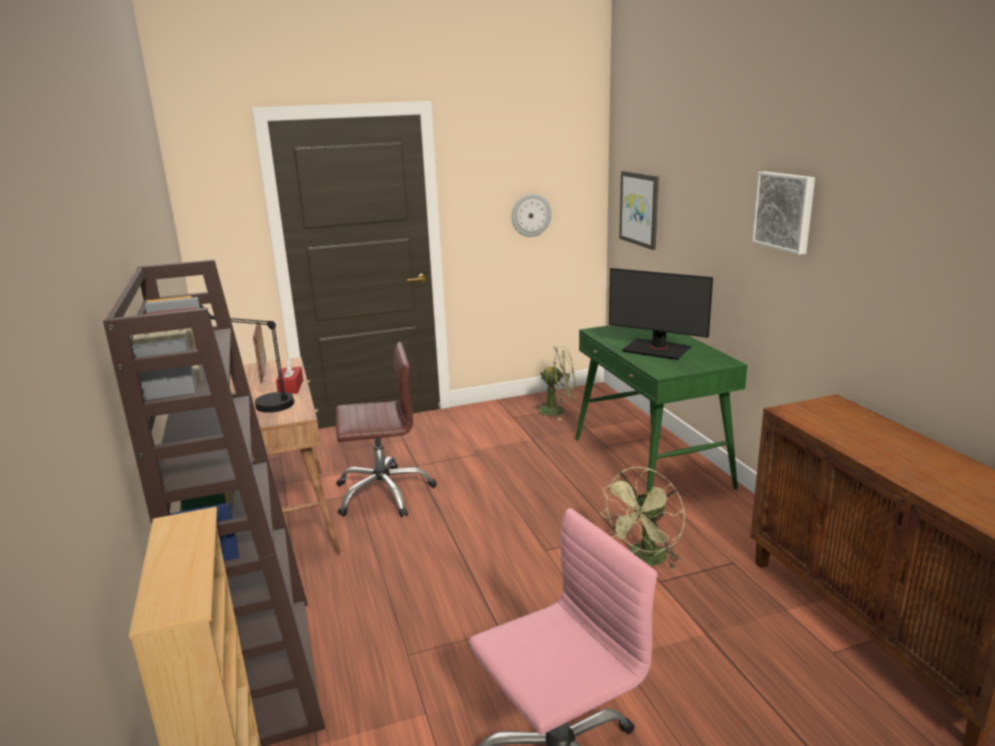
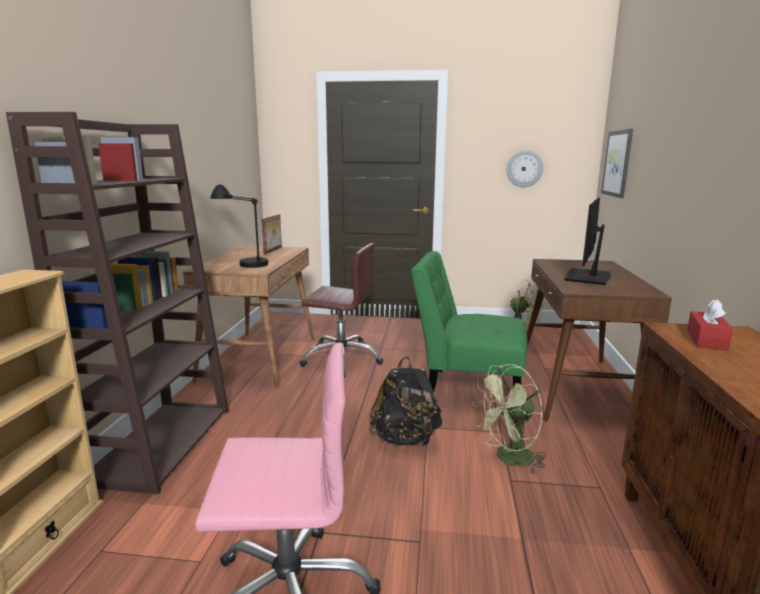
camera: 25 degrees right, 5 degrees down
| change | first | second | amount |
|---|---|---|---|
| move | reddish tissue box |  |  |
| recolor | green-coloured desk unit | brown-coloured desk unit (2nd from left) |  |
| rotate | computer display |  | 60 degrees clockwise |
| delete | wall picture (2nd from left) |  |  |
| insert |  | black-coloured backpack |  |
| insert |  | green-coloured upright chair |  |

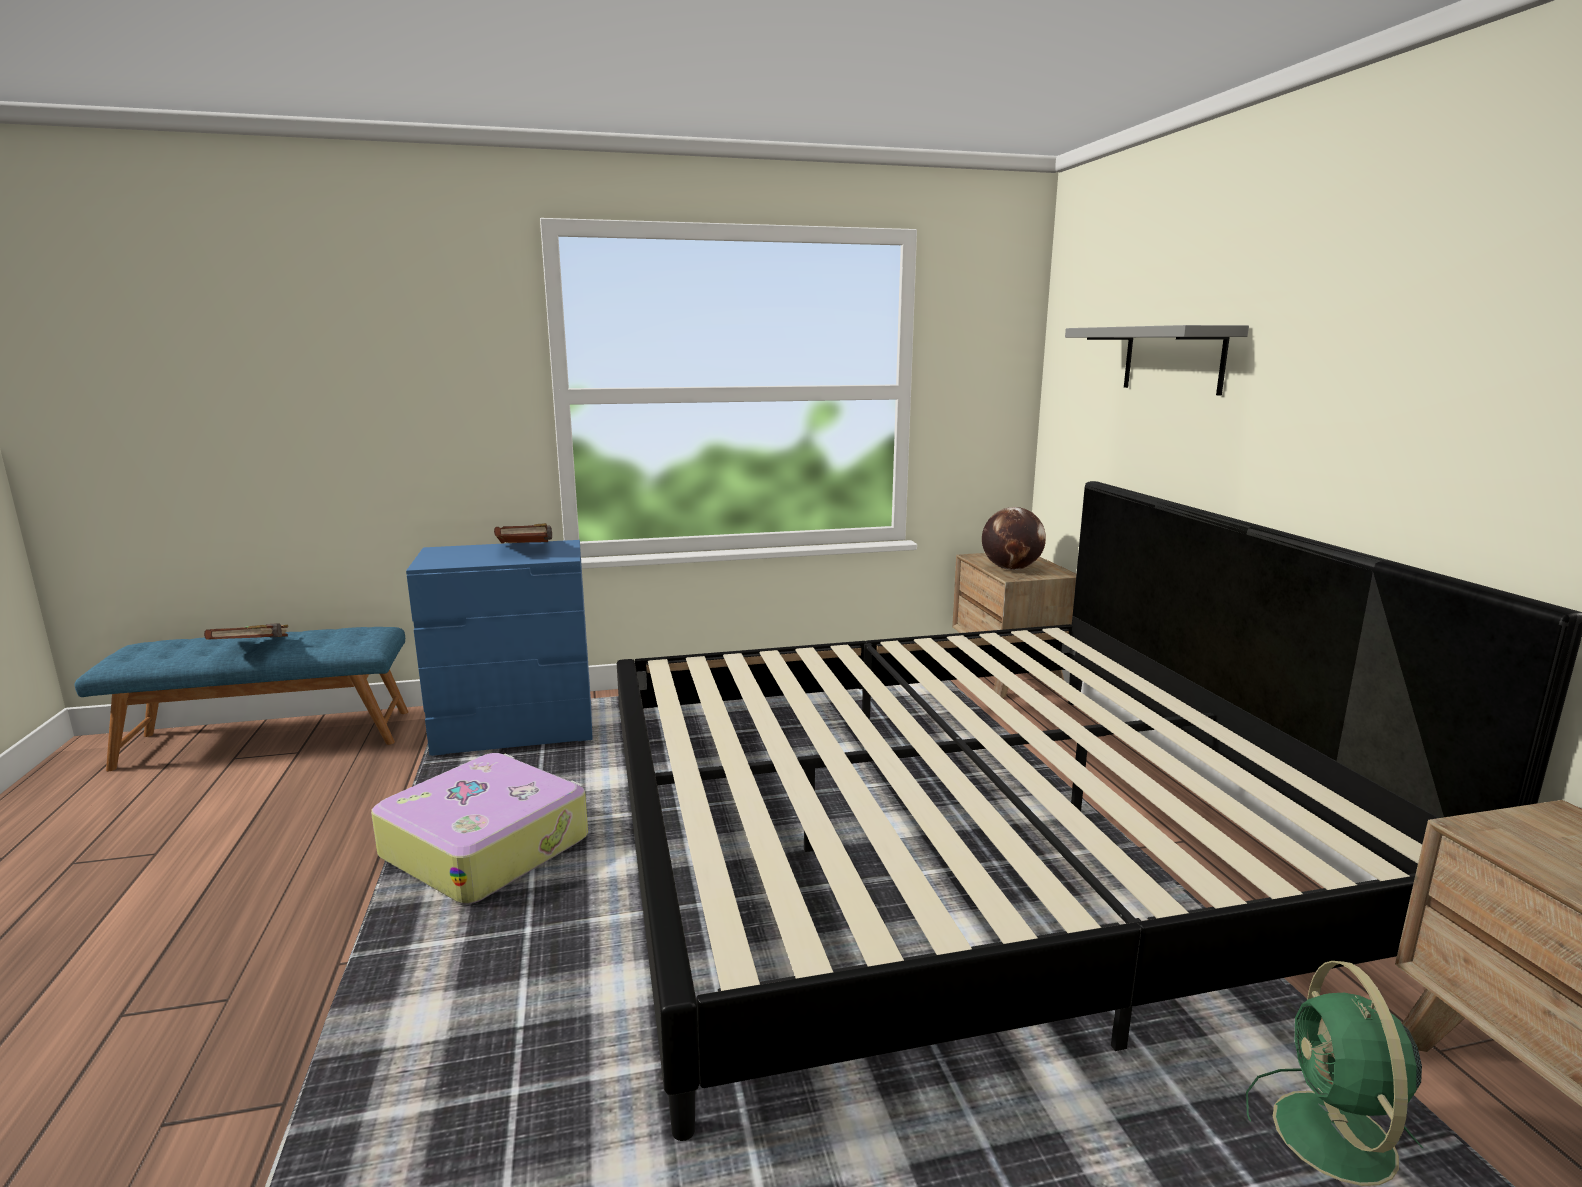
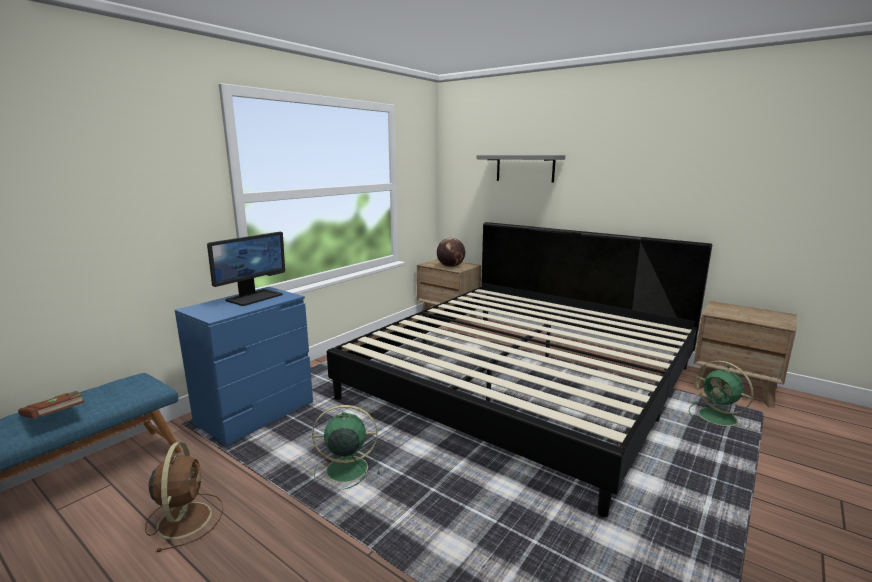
camera: 40 degrees left, 0 degrees up
| change | first | second | amount |
|---|---|---|---|
| replace | suitcase | green-coloured electric fan (1st from left) |  |
| replace | brown-coloured volume (2nd from left) | computer display |  |
| insert |  | brown-coloured electric fan |  |

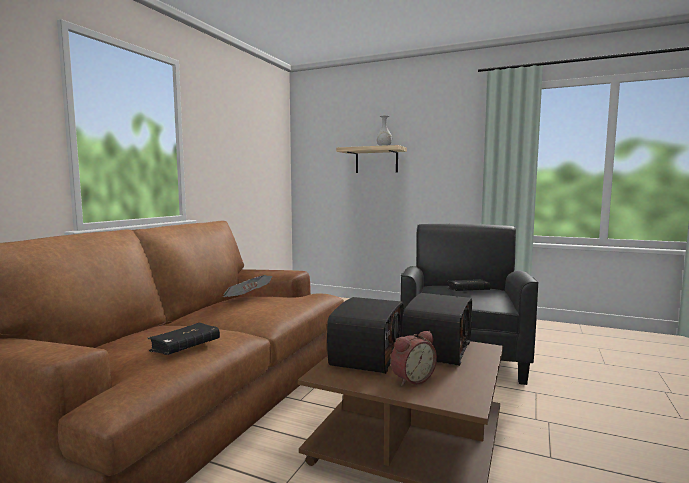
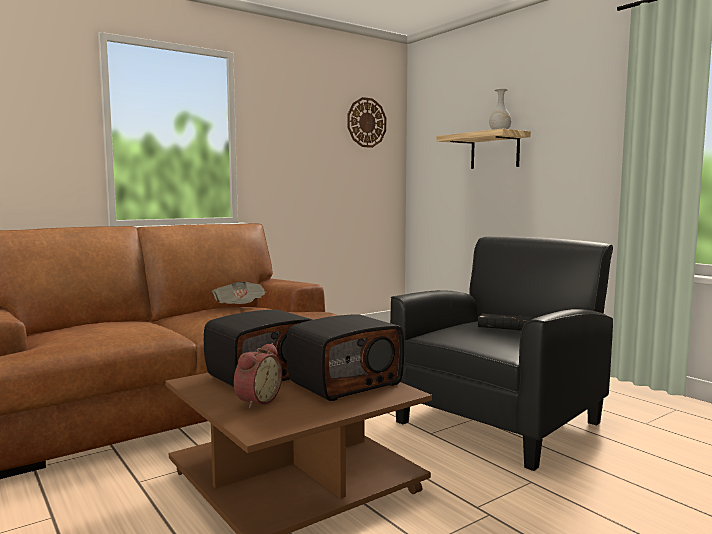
camera: 30 degrees right, 0 degrees up
| change | first | second | amount |
|---|---|---|---|
| delete | black-coloured volume (1st from left) |  |  |
| rotate | table clock |  | 60 degrees counterclockwise |
| insert |  | hanging clock |  |

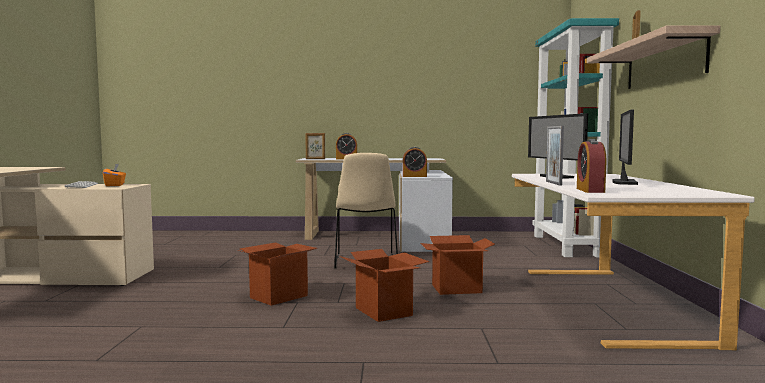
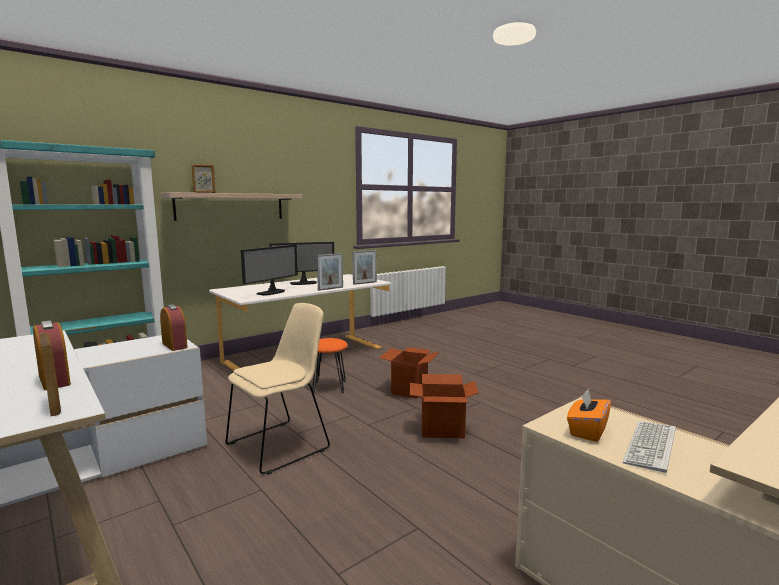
camera: 130 degrees left, 5 degrees up
| change | first | second | amount |
|---|---|---|---|
| replace | cardboard box (3rd from left) | orangey stool |  |
| replace | table clock (3rd from left) | photo frame (4th from left) |  |

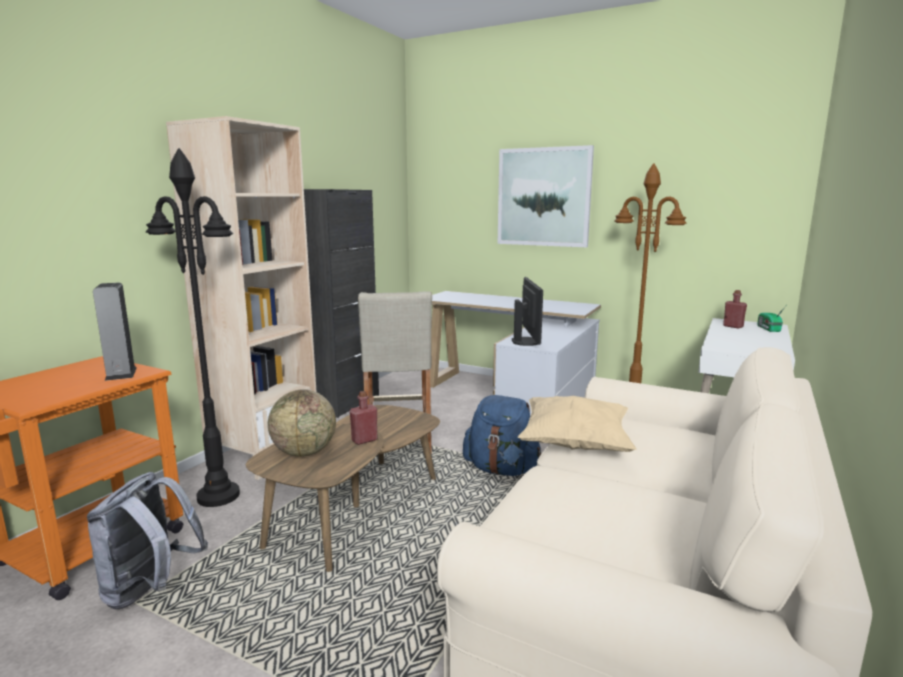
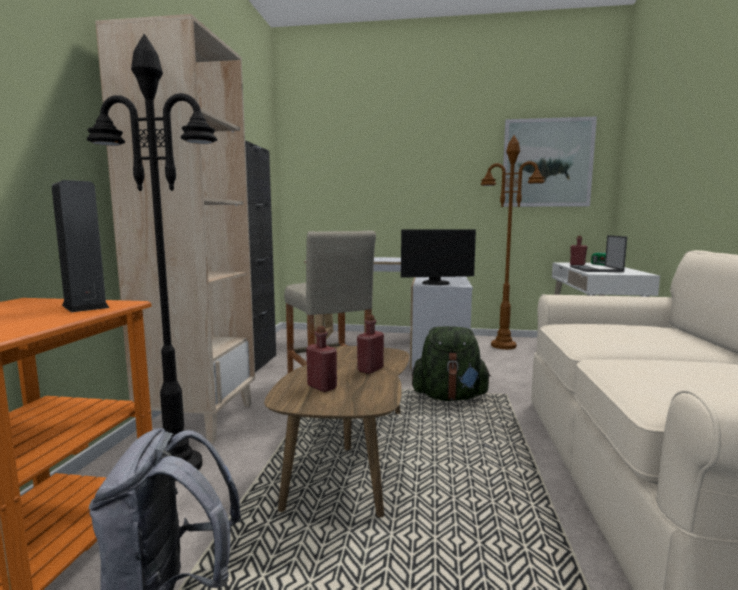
camera: 20 degrees left, 5 degrees down
| change | first | second | amount |
|---|---|---|---|
| replace | desk globe | reddish beverage bottle (1st from left) |  |
| recolor | bluish backpack | green-coloured backpack |  |
| move | wall picture |  |  |
| rotate | computer display |  | 105 degrees clockwise |
| delete | sand-coloured cushion |  |  |
| insert |  | portable computer |  |

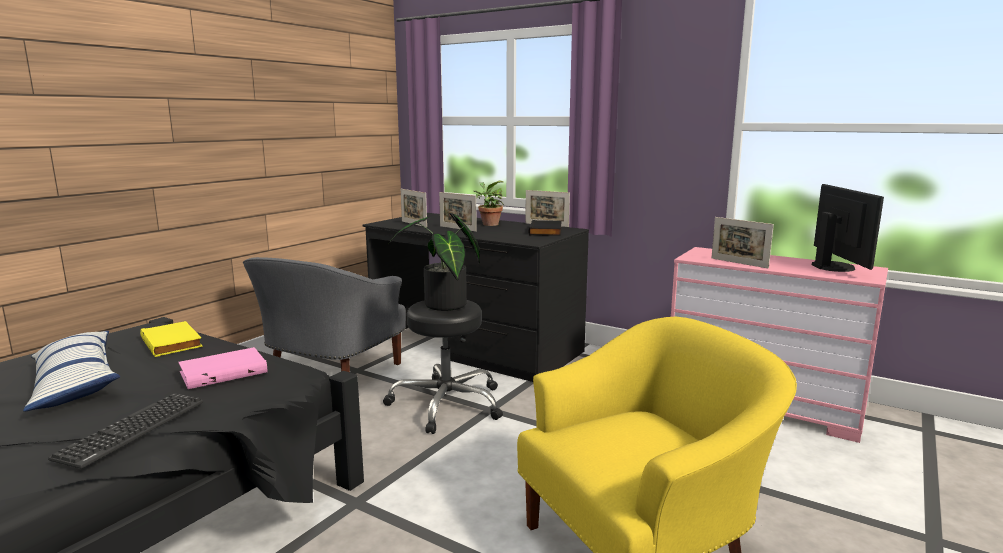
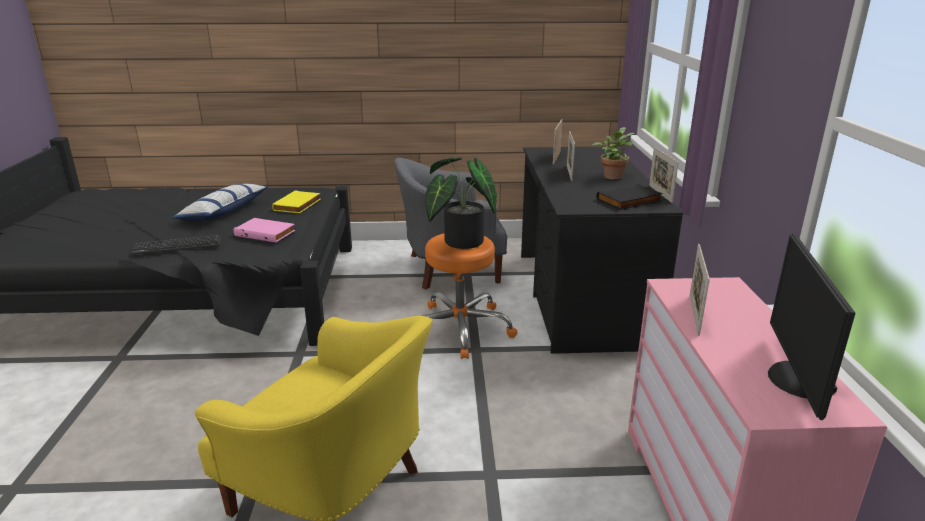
camera: 55 degrees right, 10 degrees up
| change | first | second | amount |
|---|---|---|---|
| recolor | black-coloured stool | orangey stool |  |
| rotate | computer display |  | 135 degrees clockwise |

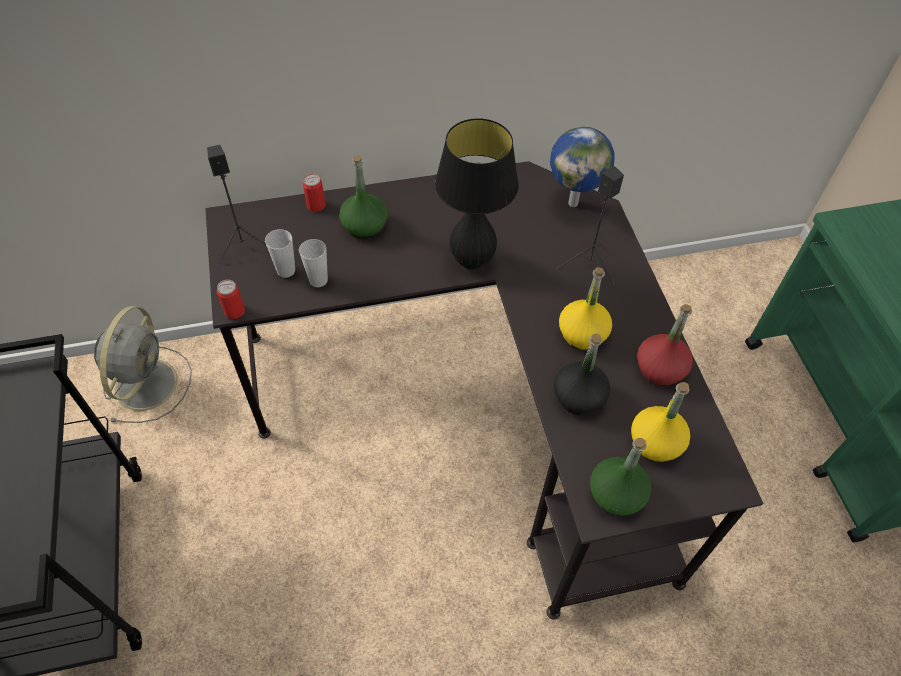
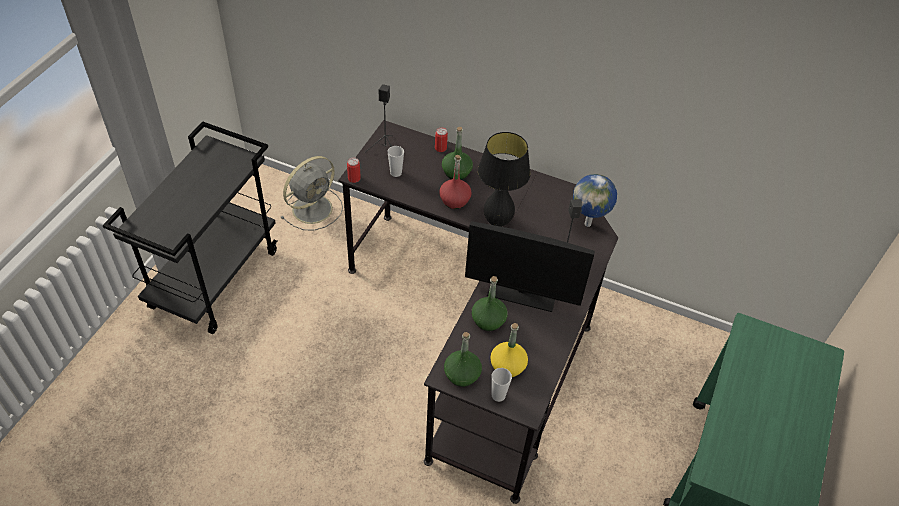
camera: 35 degrees right, 5 degrees down
| change | first | second | amount |
|---|---|---|---|
| move | drinking cup (2nd from left) |  |  |
| recolor | black-coloured beverage bottle | green-coloured beverage bottle (3rd from left) |  |
| replace | yellow-coloured beverage bottle (1st from left) | computer display |  |
| move | reddish beverage bottle |  |  |

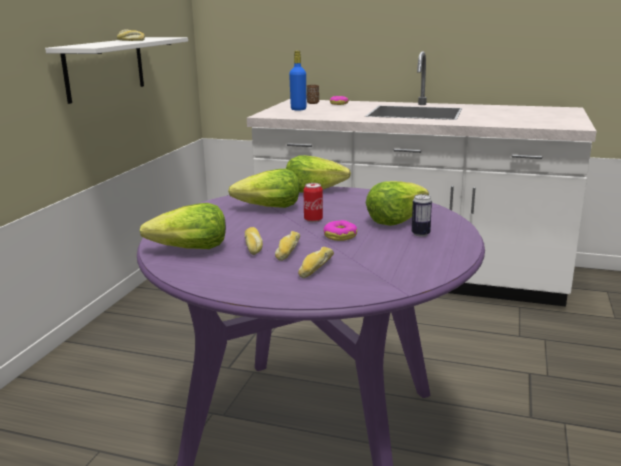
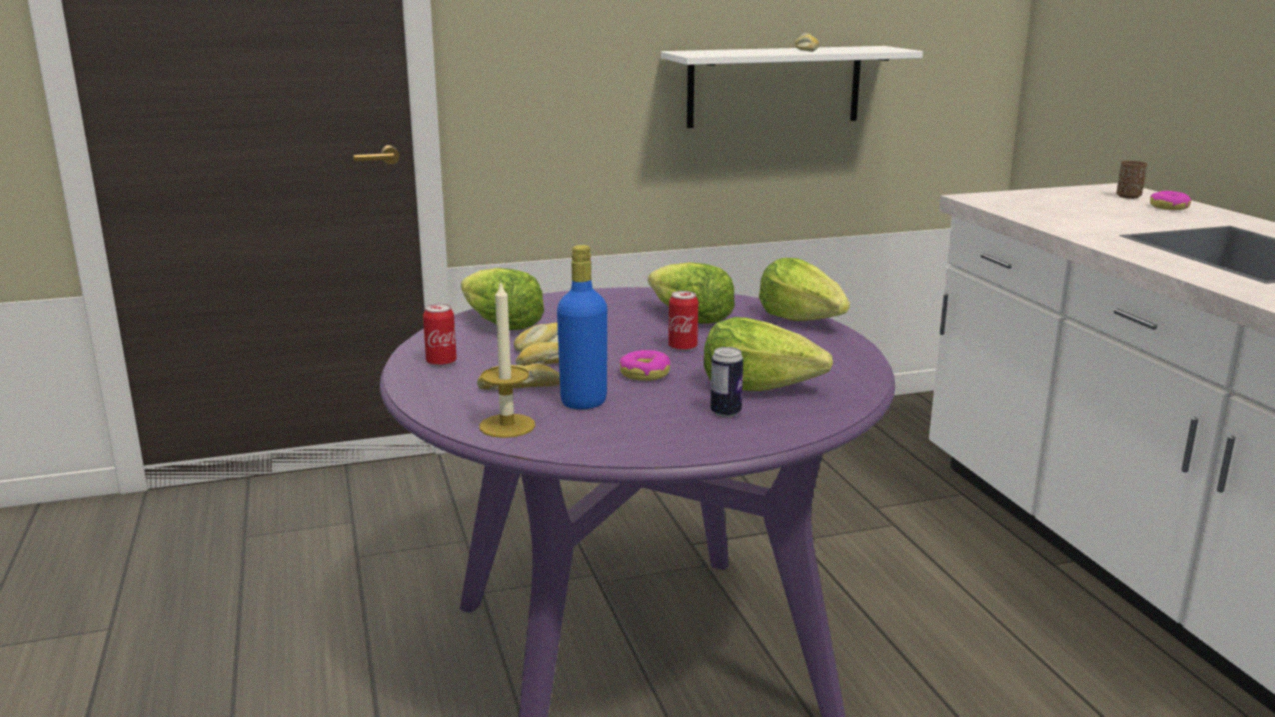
camera: 55 degrees right, 0 degrees up
| change | first | second | amount |
|---|---|---|---|
| move | bluish beverage bottle |  |  |
| insert |  | can (1st from left) |  |
| insert |  | candle |  |

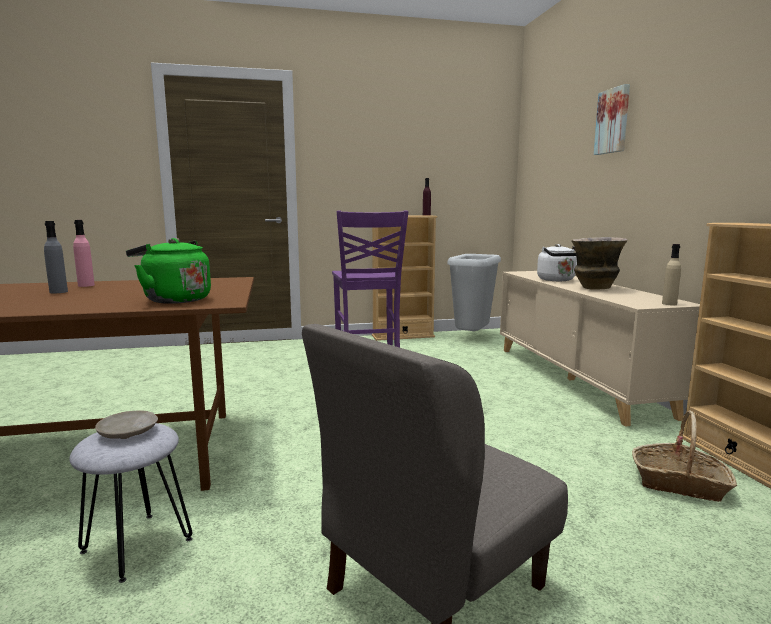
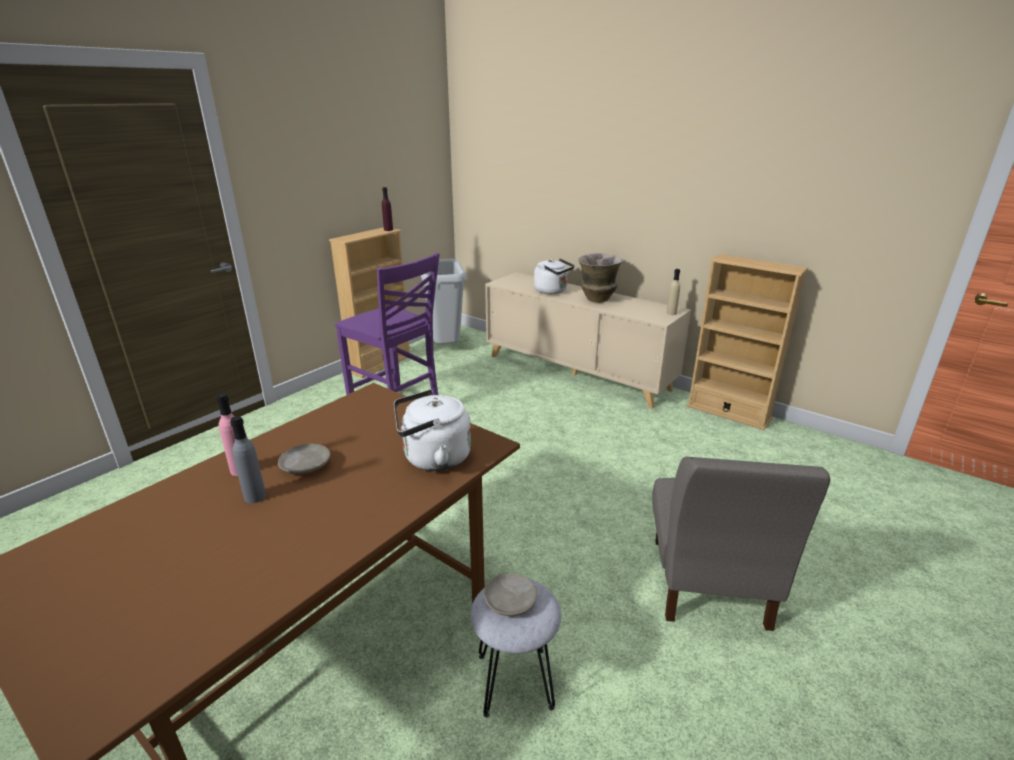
camera: 40 degrees left, 15 degrees up
| change | first | second | amount |
|---|---|---|---|
| recolor | green-coloured kettle | white-coloured kettle (1st from left) |  |
| delete | wall picture |  |  |
| delete | household basket |  |  |
| insert |  | sand-coloured plate (1st from left) |  |

